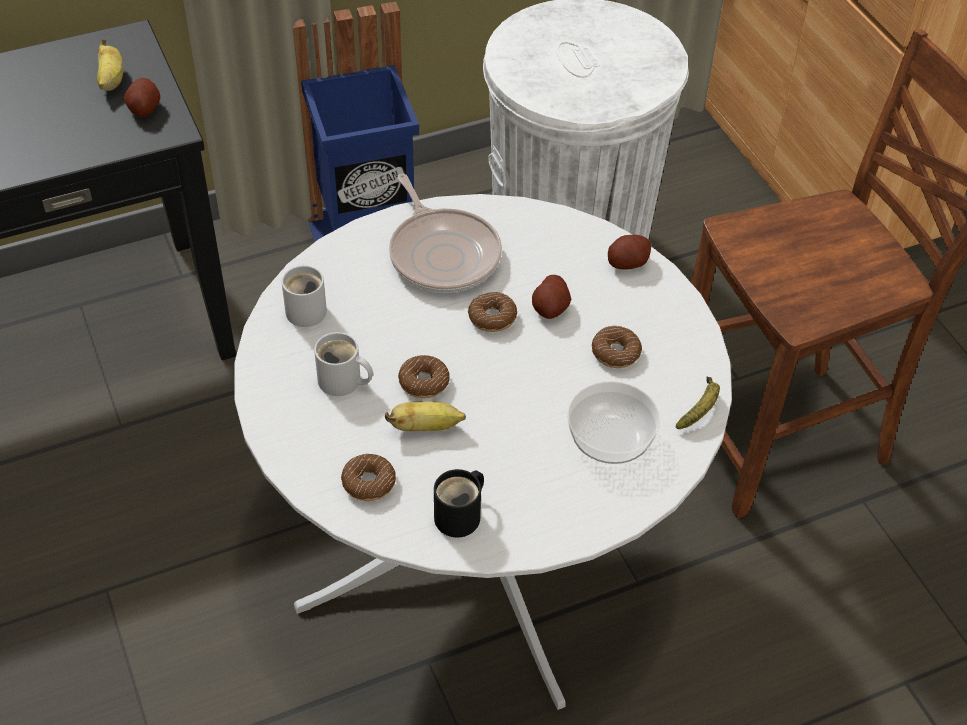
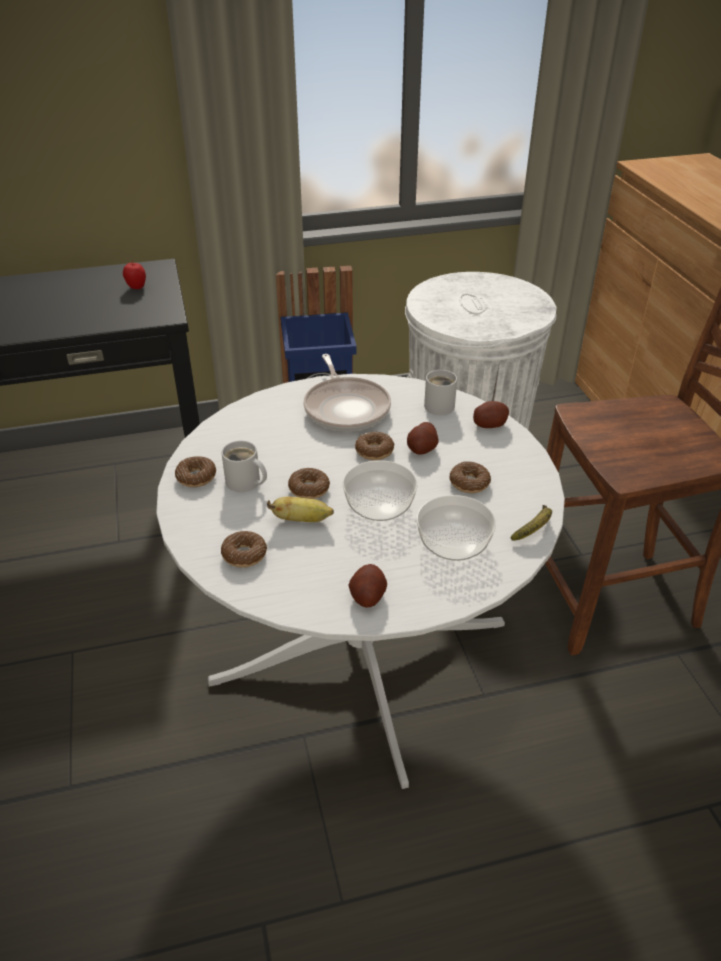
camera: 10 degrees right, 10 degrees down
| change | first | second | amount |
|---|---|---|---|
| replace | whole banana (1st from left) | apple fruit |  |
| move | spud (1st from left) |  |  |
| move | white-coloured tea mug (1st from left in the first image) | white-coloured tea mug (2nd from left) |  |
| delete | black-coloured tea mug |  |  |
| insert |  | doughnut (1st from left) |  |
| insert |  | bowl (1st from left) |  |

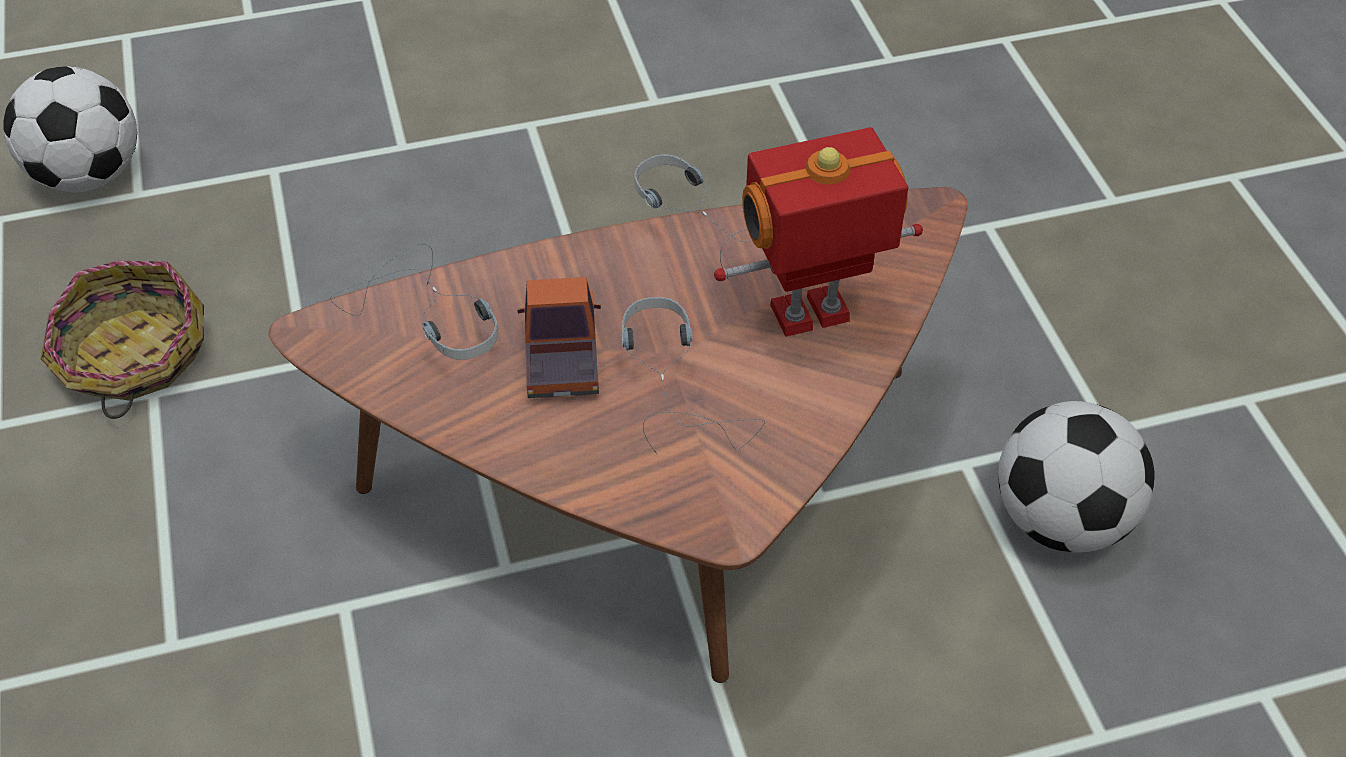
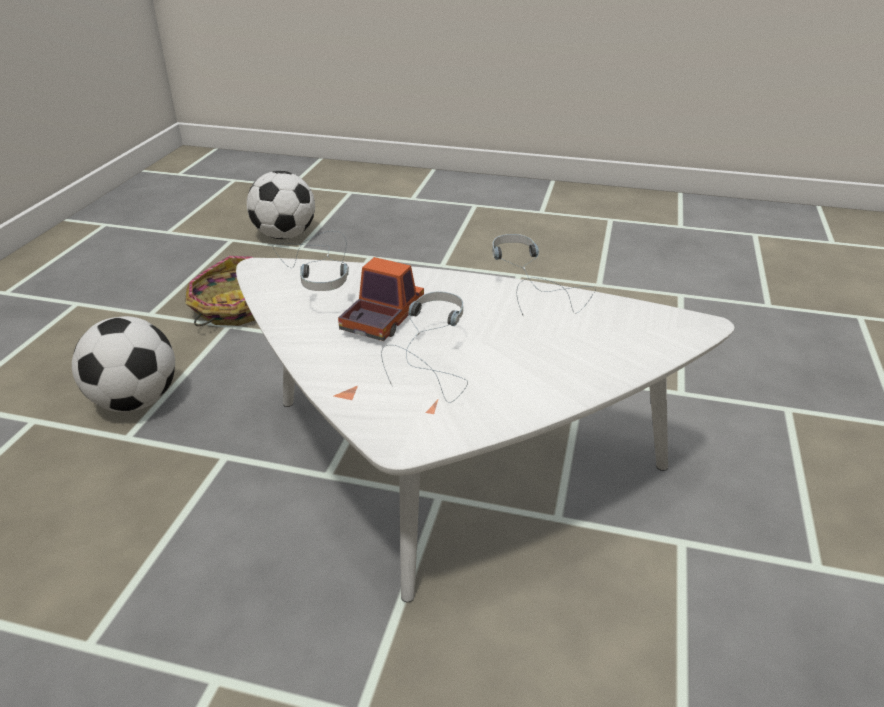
camera: 30 degrees right, 15 degrees down
| change | first | second | amount |
|---|---|---|---|
| recolor | brown-coloured lounge table | white-coloured lounge table |  |
| delete | robot figure |  |  |
| move | football ball (2nd from left in the first image) | football ball (1st from left) |  |

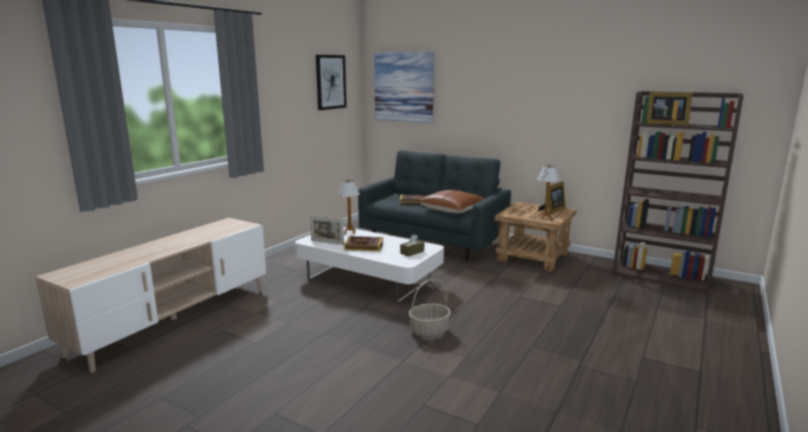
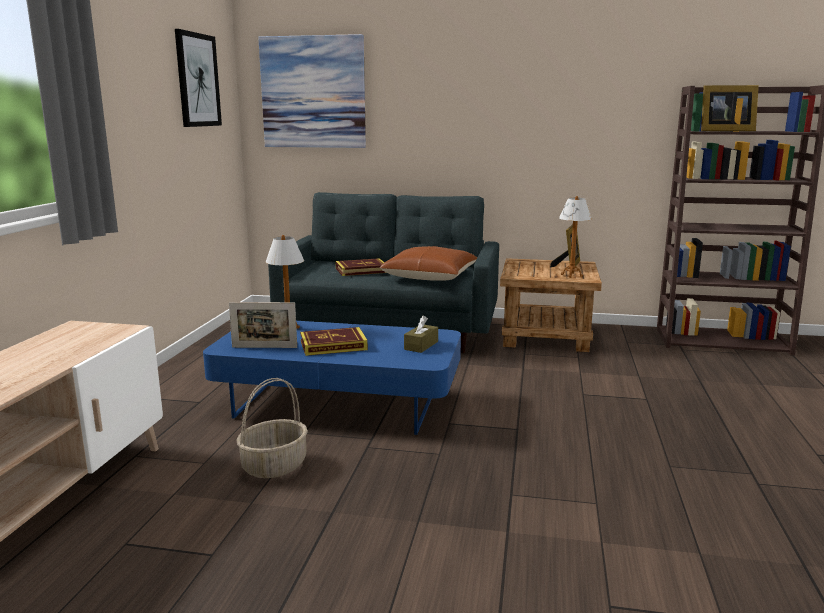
camera: 20 degrees left, 0 degrees up
| change | first | second | amount |
|---|---|---|---|
| recolor | white-coloured lounge table | bluish lounge table |  |
| move | household basket |  |  |

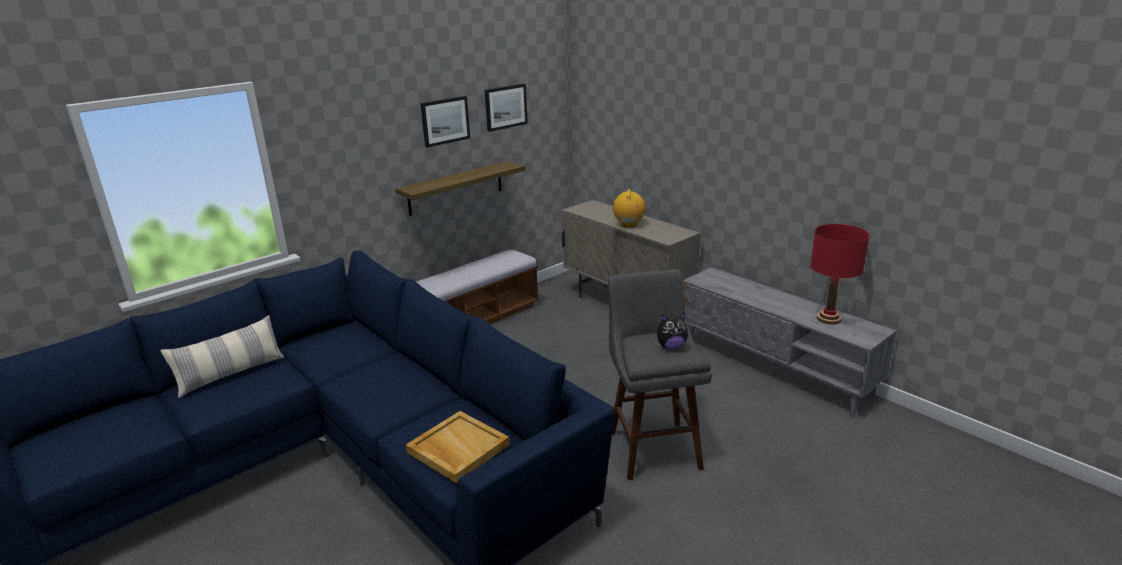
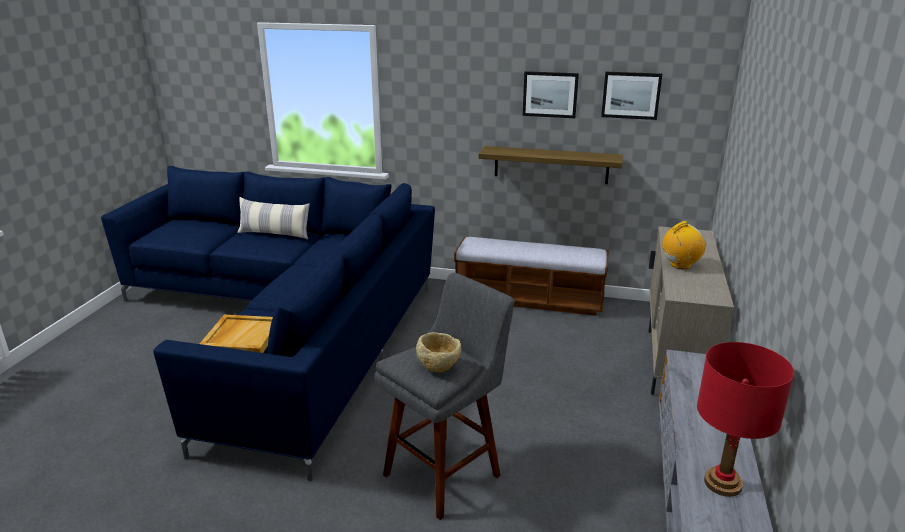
camera: 55 degrees right, 0 degrees up
| change | first | second | amount |
|---|---|---|---|
| replace | cuddly toy | sand-coloured bowl |  |

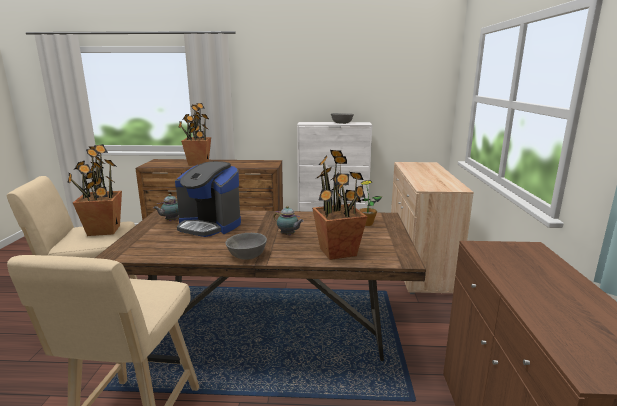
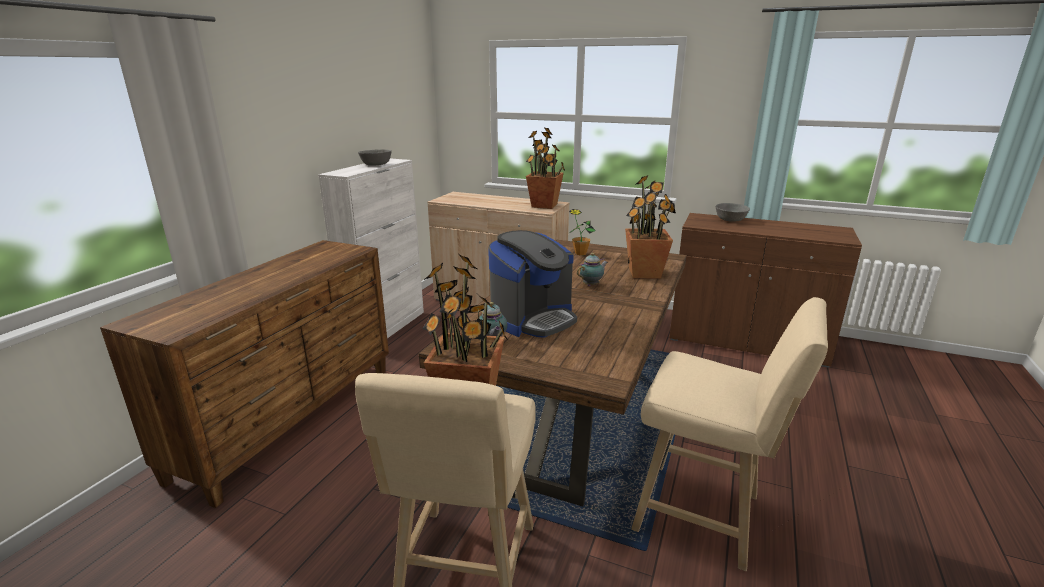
camera: 70 degrees left, 5 degrees up
| change | first | second | amount |
|---|---|---|---|
| move | potted plant (2nd from left) |  |  |
| move | grey bowl (1st from left in the first image) | grey bowl (2nd from left) |  |

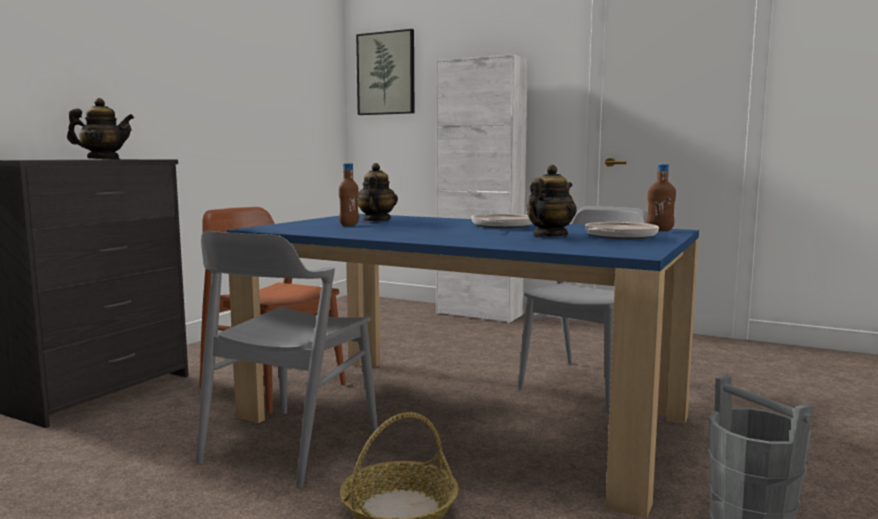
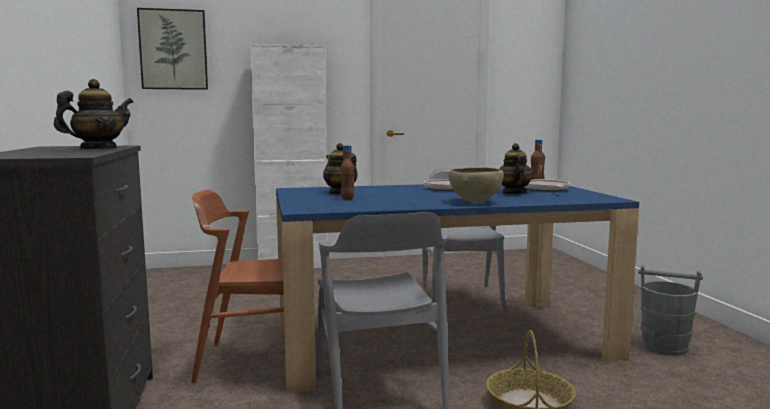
camera: 40 degrees left, 0 degrees up
| change | first | second | amount |
|---|---|---|---|
| insert |  | brown-coloured bowl |  |

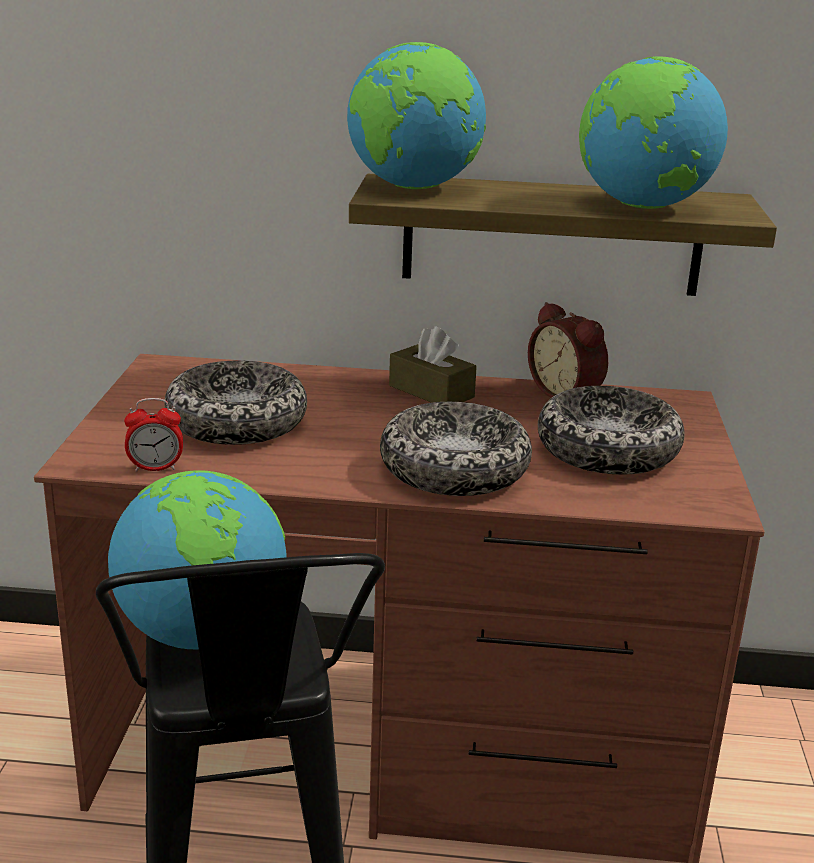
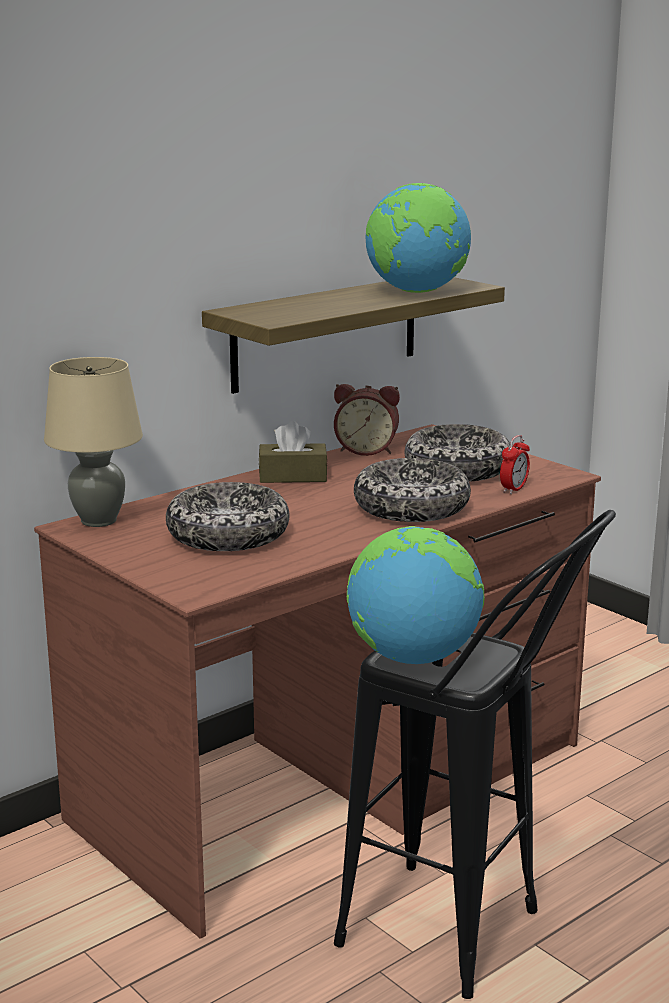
camera: 45 degrees left, 5 degrees down
| change | first | second | amount |
|---|---|---|---|
| move | table clock (1st from left in the first image) | table clock (2nd from left) |  |
| delete | desk globe (2nd from left) |  |  |
| insert |  | sand-coloured lamp for a table |  |

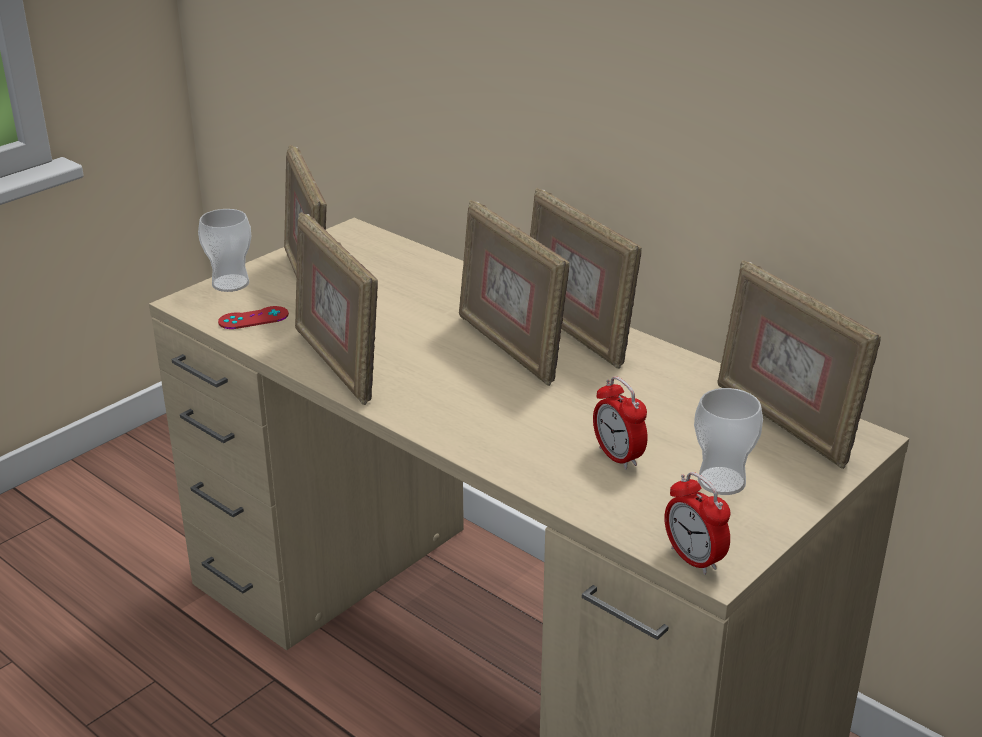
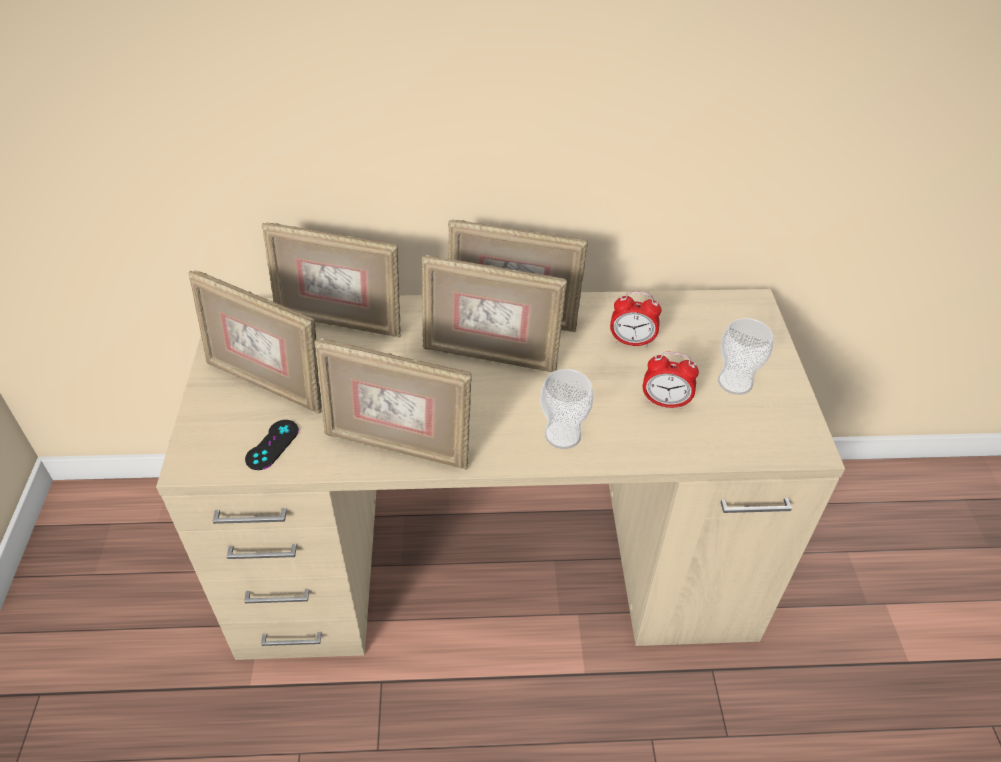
camera: 45 degrees left, 15 degrees up
| change | first | second | amount |
|---|---|---|---|
| move | drinking cup (1st from left) |  |  |
| recolor | reddish joypad | black-coloured joypad |  |
| move | table clock (2nd from left in the first image) | table clock (1st from left) |  |
| move | photo frame (5th from left in the first image) | photo frame (2nd from left) |  |

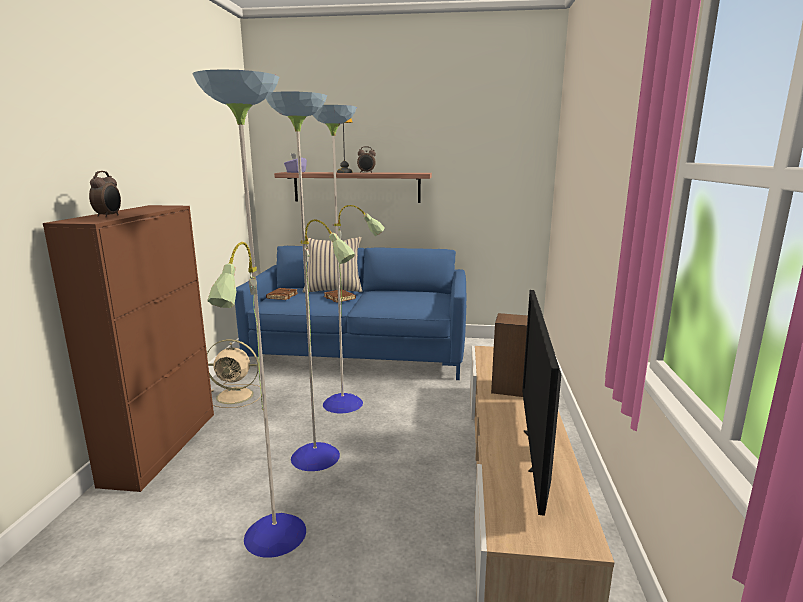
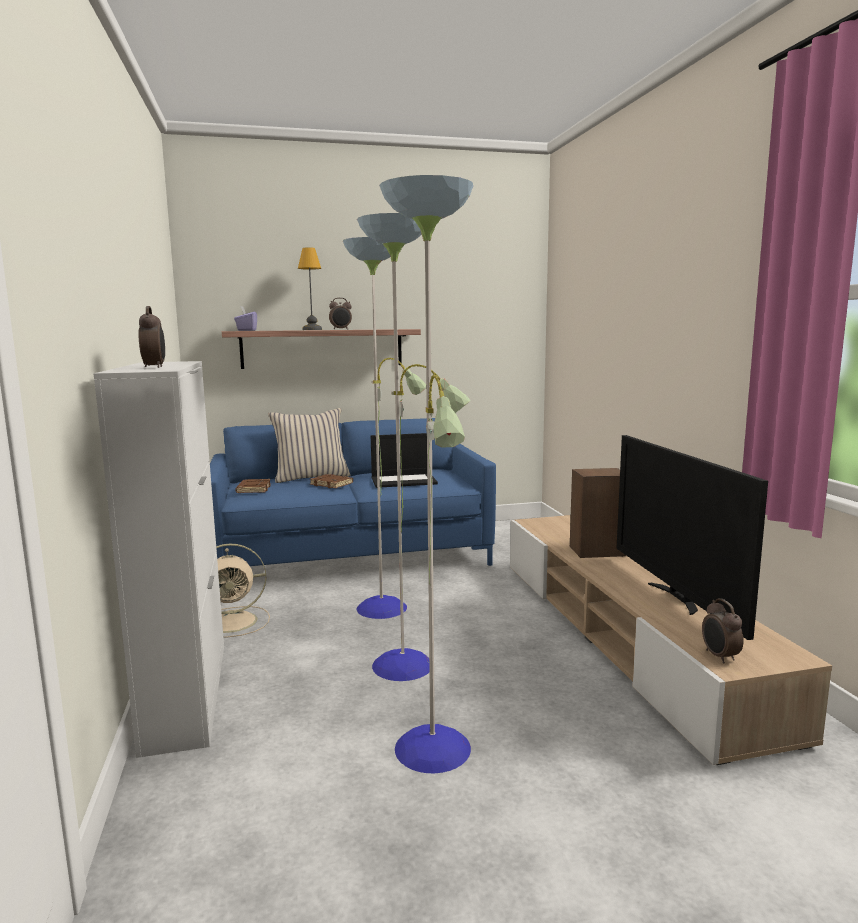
camera: 20 degrees left, 5 degrees down
| change | first | second | amount |
|---|---|---|---|
| recolor | brown-coloured cabinet | white-coloured cabinet |  |
| insert |  | portable computer |  |
| insert |  | table clock (3rd from left) |  |

